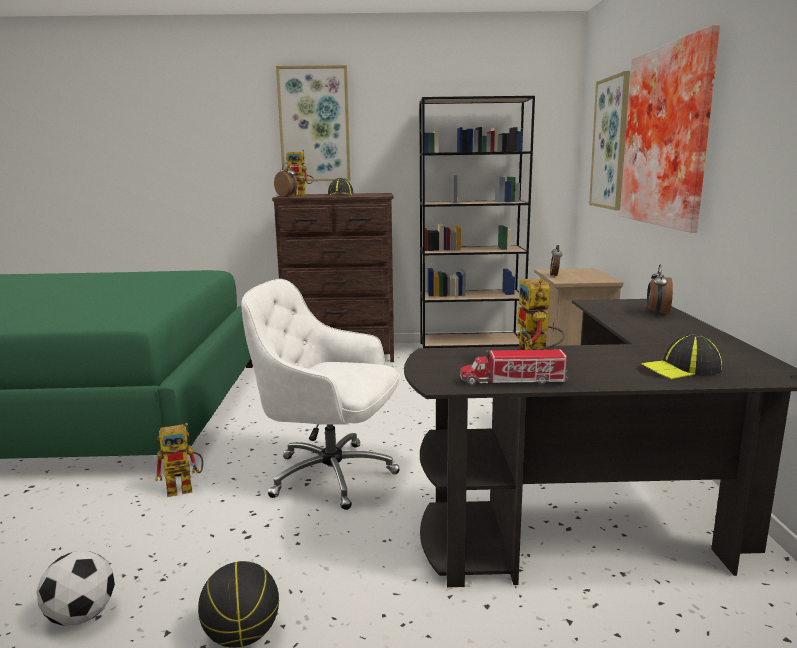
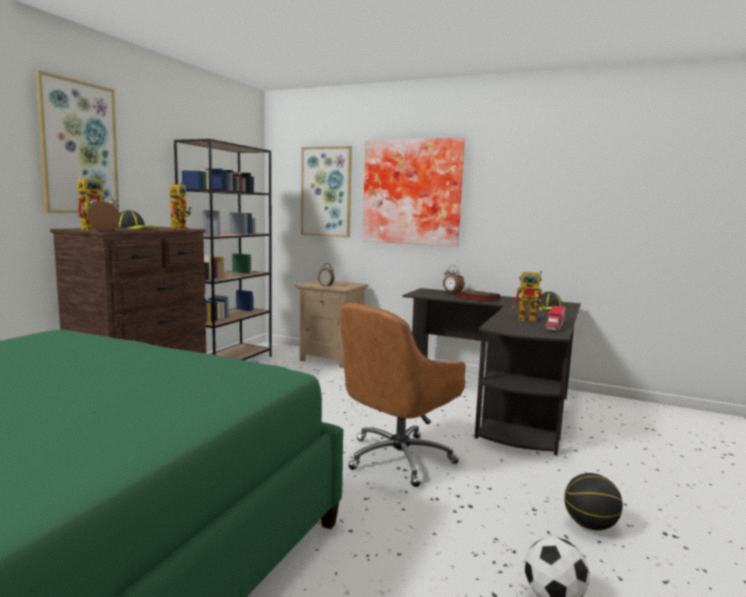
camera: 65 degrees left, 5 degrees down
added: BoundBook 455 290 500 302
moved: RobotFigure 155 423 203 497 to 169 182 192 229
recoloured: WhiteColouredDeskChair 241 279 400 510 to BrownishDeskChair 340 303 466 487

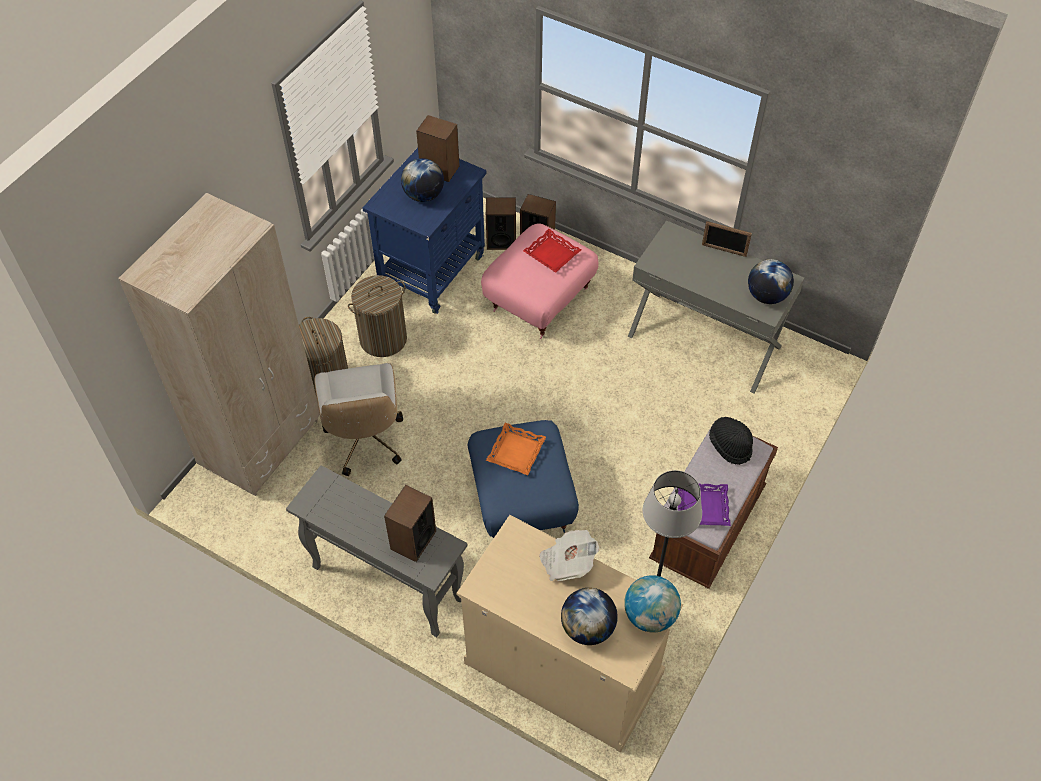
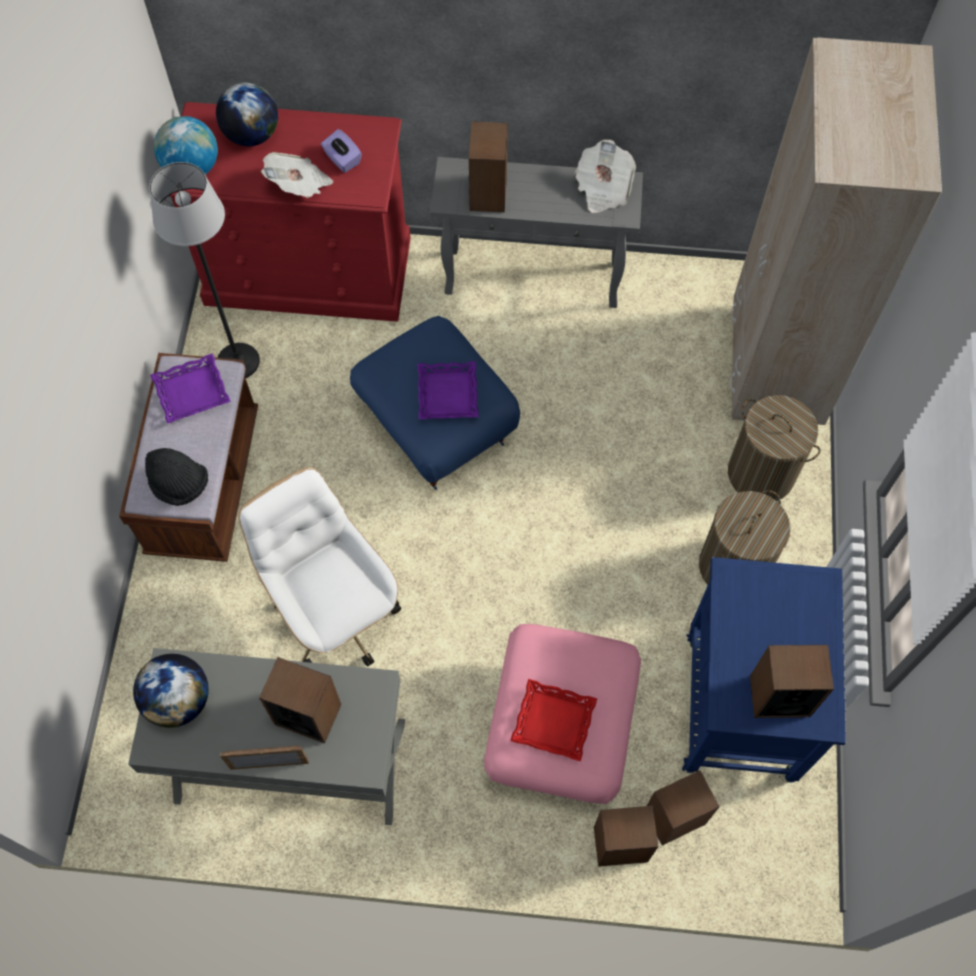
camera: 155 degrees right, 10 degrees up
removed: DeskGlobe 401 158 444 202
added: Speaker 259 657 341 743; PurpleTissueHolder 321 129 362 173; PrintedPaper 575 140 636 213
moved: WhiteColouredDeskChair 314 363 403 476 to 238 467 401 667
recoloured: BeigeColouredChestOfDrawers 456 515 683 753 to ReddishChestOfDrawers 170 102 411 322; OrangeColouredServingTray 486 423 546 475 to PurpleServingTray 418 361 479 419

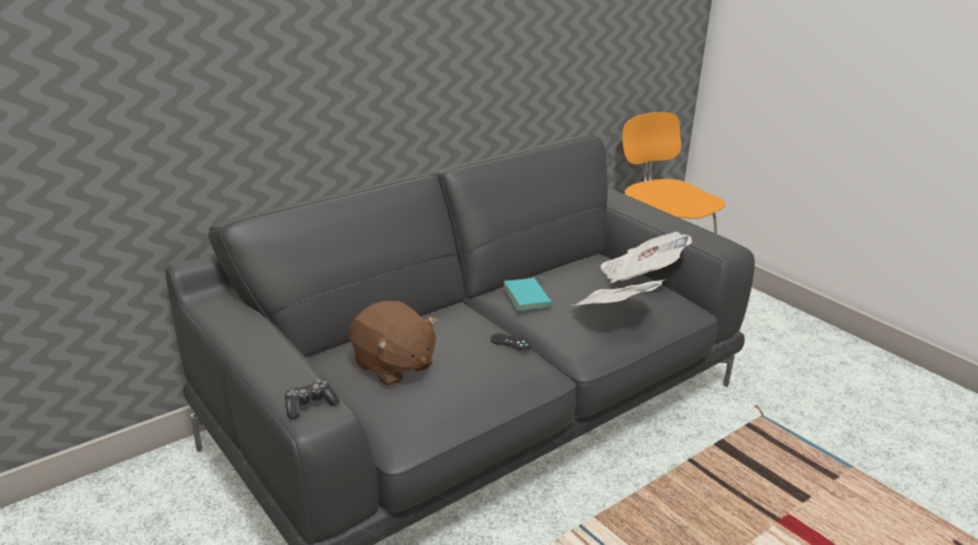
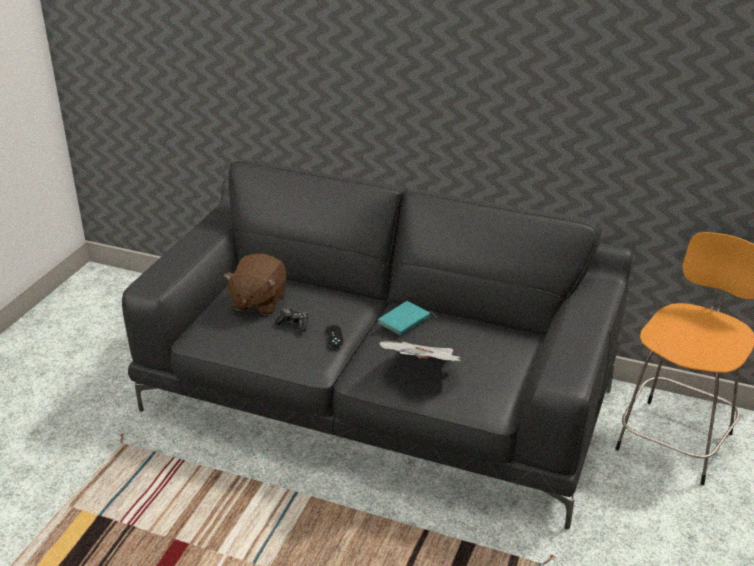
camera: 60 degrees right, 5 degrees up
removed: PrintedPaper 600 232 692 283
moved: Joypad 285 379 340 419 to 275 307 308 332

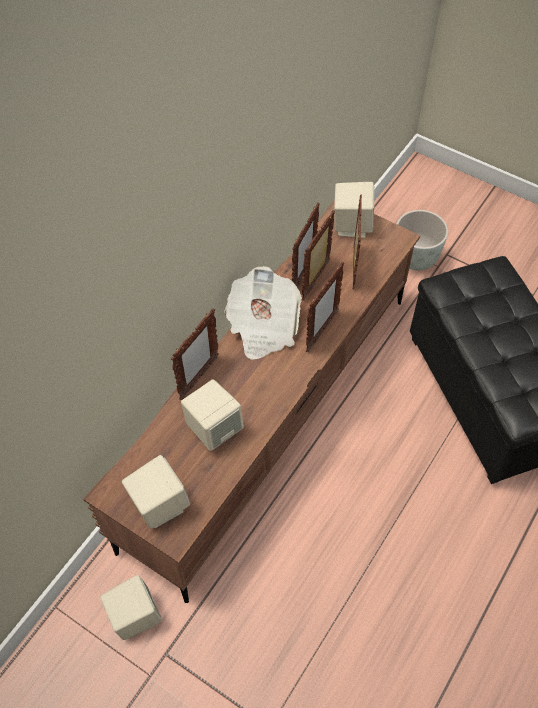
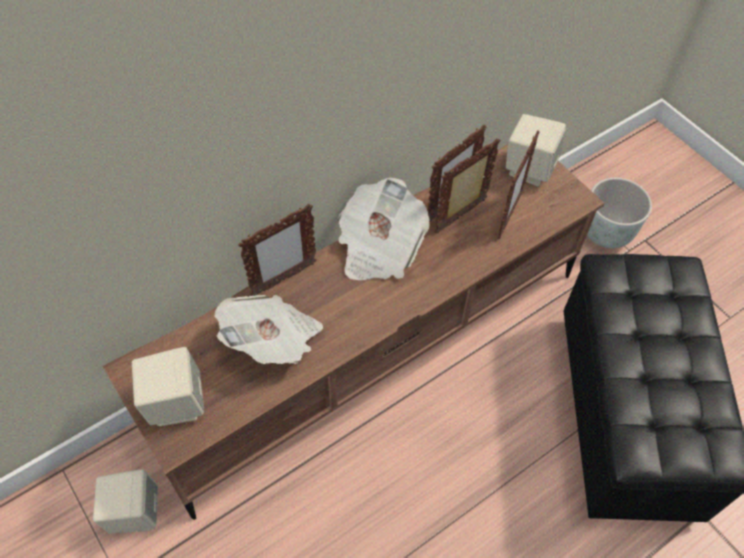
camera: 20 degrees right, 0 degrees up
removed: StandingFrame 306 262 345 352
replaced: BeigeColouredSpeaker 181 379 244 451 to PrintedPaper 214 295 323 364

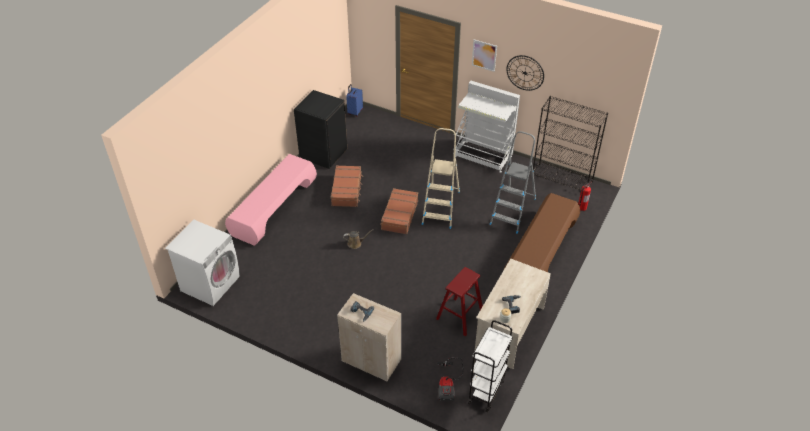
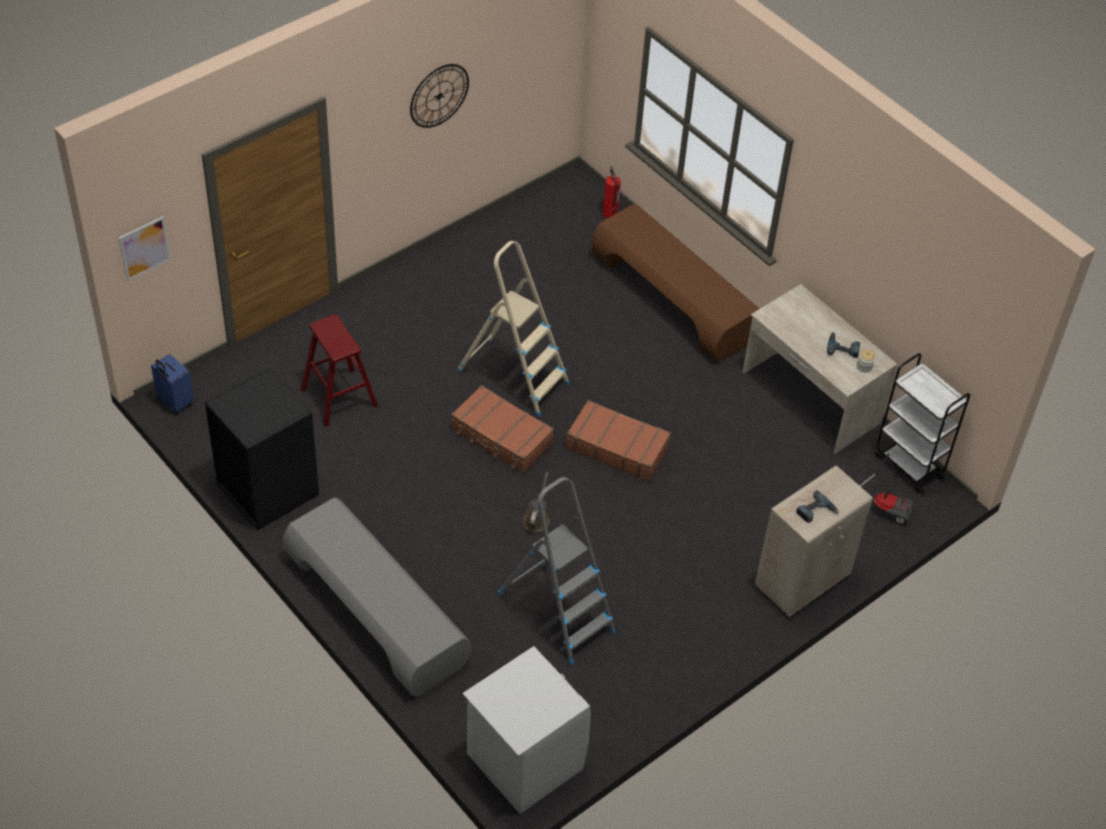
camera: 70 degrees left, 5 degrees up
removed: WhiteColouredShoeShelf 453 81 520 173; BlackBookcase 533 96 608 190
moved: Picture 472 40 497 72 to 119 217 171 281; ReddishStoolSeat 436 267 483 336 to 301 314 378 427; GrayStepLadder 490 131 536 234 to 498 477 616 664; BrownishPieceOfLuggage 331 165 363 207 to 566 400 671 481
recoloured: PinkishLongSeat 225 154 317 246 to GrayLongSeat 282 498 471 697

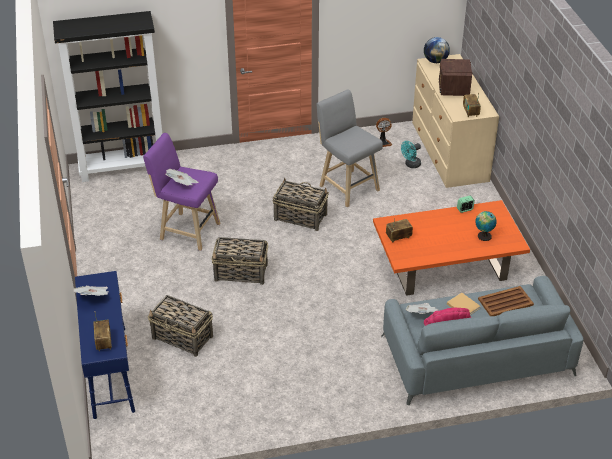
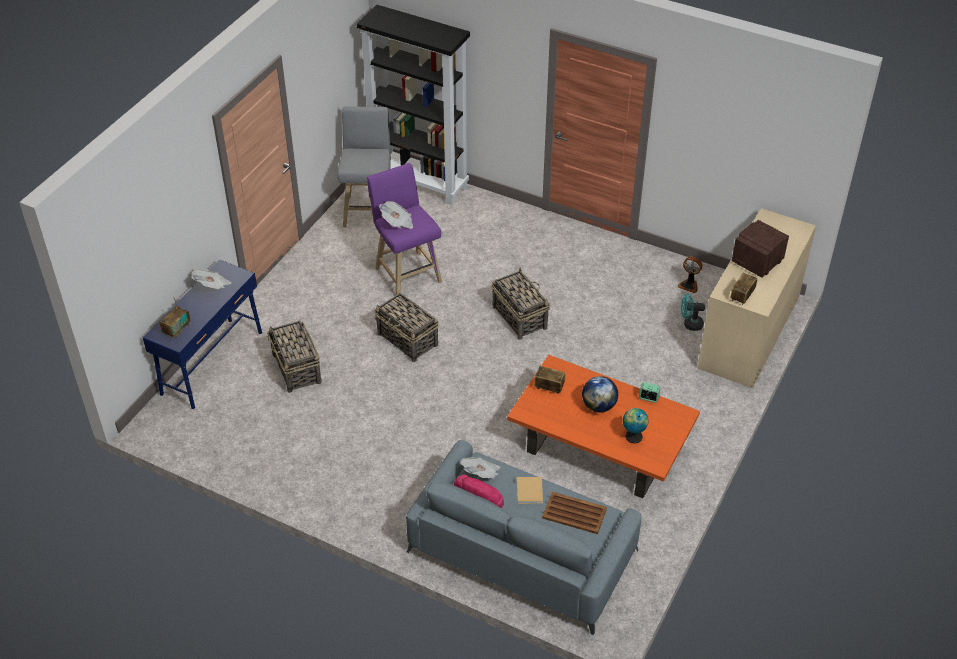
camera: 40 degrees right, 5 degrees up
moved: GrayStoolSeat 317 89 383 207 to 338 106 391 227; DeskGlobe 424 37 450 63 to 582 376 618 412

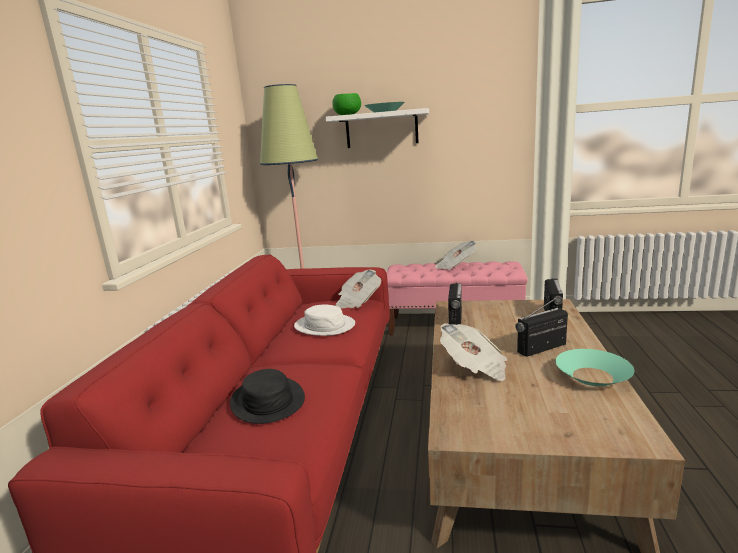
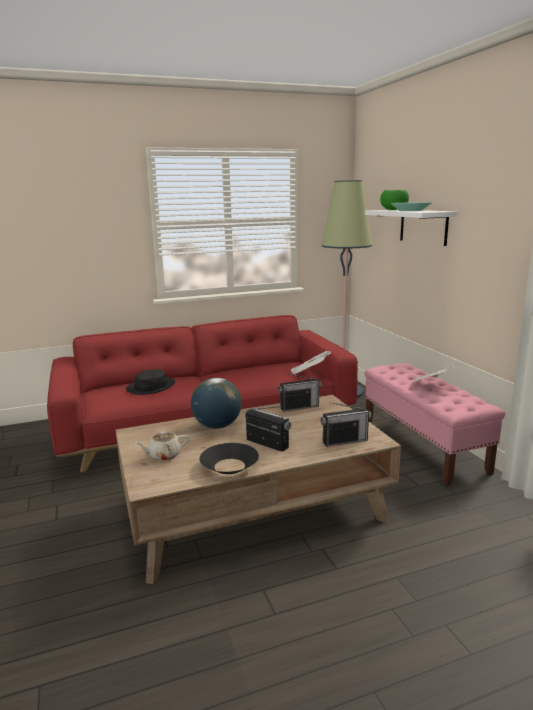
camera: 60 degrees right, 0 degrees up
removed: WhiteColouredHat 294 305 355 336
added: BeigeColouredTeaPot 135 431 188 461
replaced: PrintedPaper 440 323 507 381 to DeskGlobe 191 378 242 429
recoloured: BlueGreenServingBowl 555 349 635 386 to BlackServingBowl 200 443 259 474

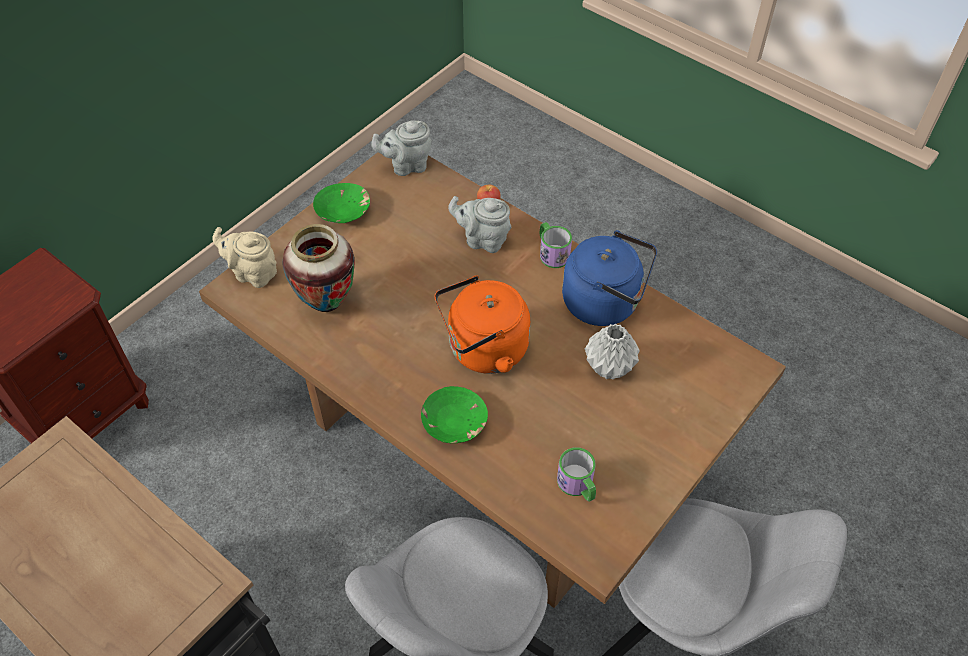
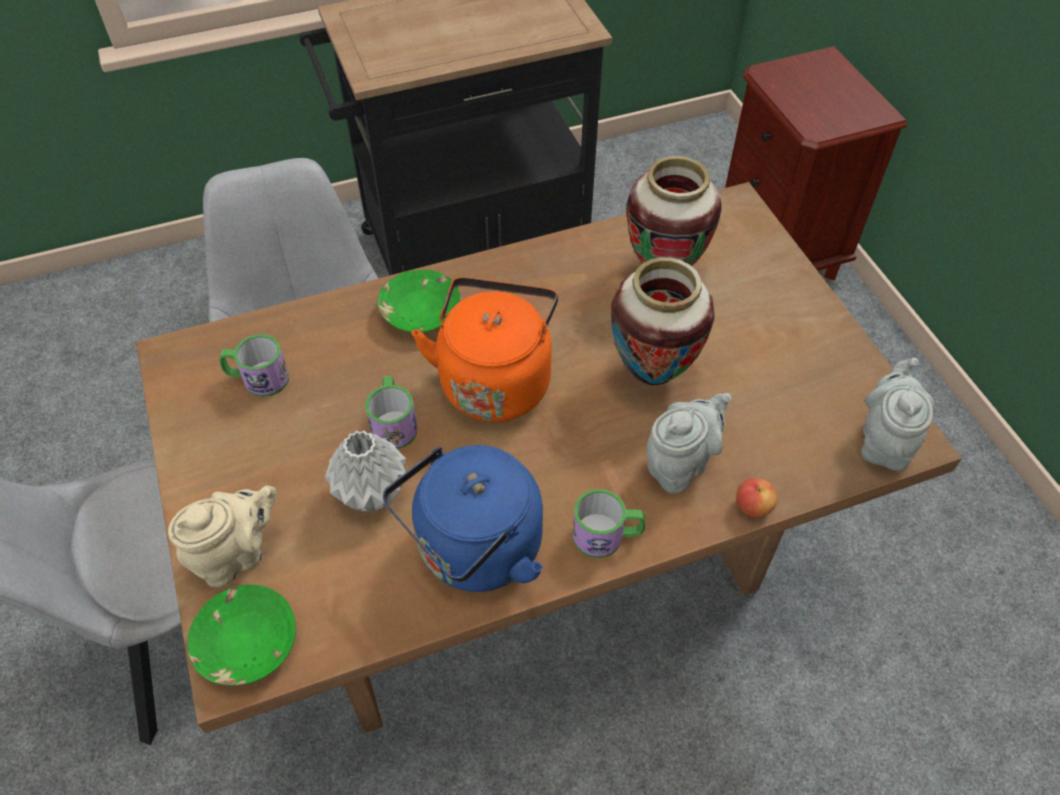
camera: 120 degrees right, 0 degrees up
added: TeaMug 365 376 418 449; FlowerVase 611 257 715 385
moved: BeigeColouredTeaPot 212 227 277 288 to 168 485 277 587; GreenishServingBowl 313 183 370 223 to 187 584 296 686

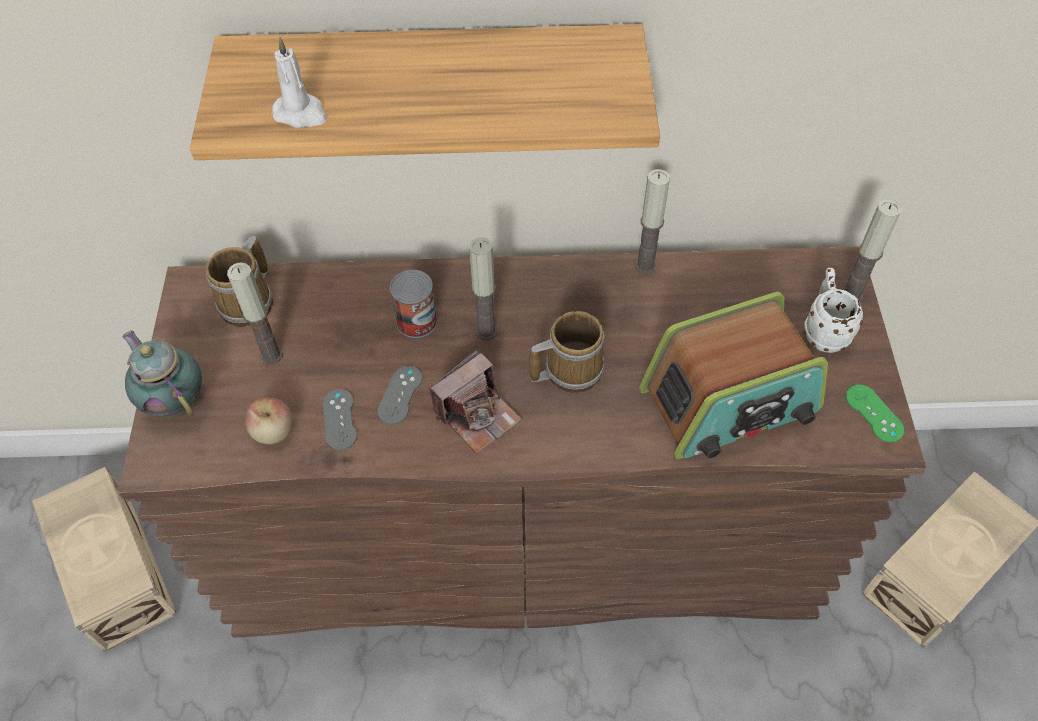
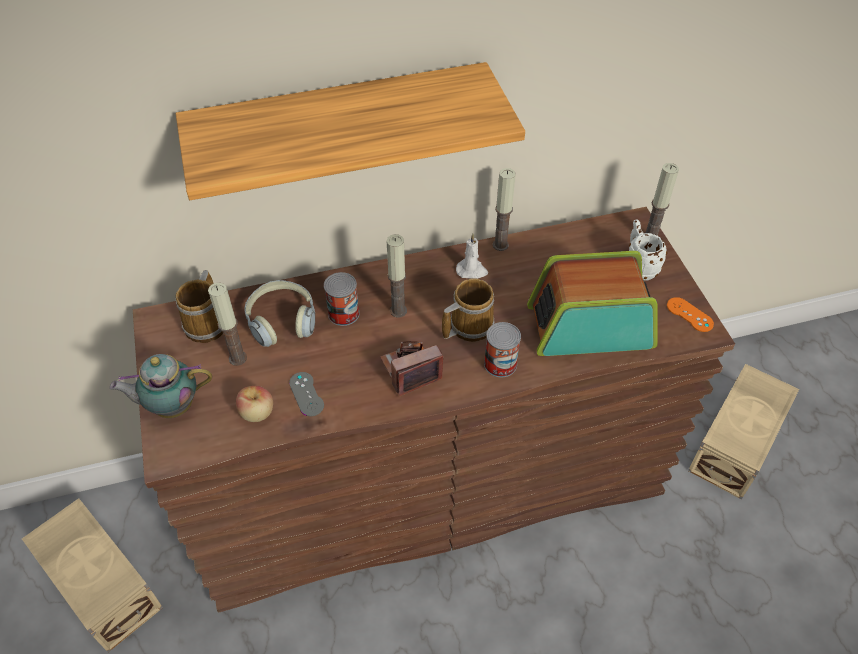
camera: 15 degrees left, 5 degrees down
removed: GrayJoypad 377 366 423 425
added: Headphones 244 280 315 347; SealedCan 484 322 521 378
moved: WhiteColouredCandle 272 36 327 128 to 456 234 488 279
recoloured: GreenishJoypad 846 384 904 442 to OrangeColouredJoypad 667 297 714 332
turned: TeaPot 122 330 202 420 = 110 354 212 418 45 degrees counterclockwise; StillCamera 429 350 522 454 = 380 341 443 397 150 degrees counterclockwise; RadioSet 639 292 828 459 = 527 251 658 356 150 degrees counterclockwise

